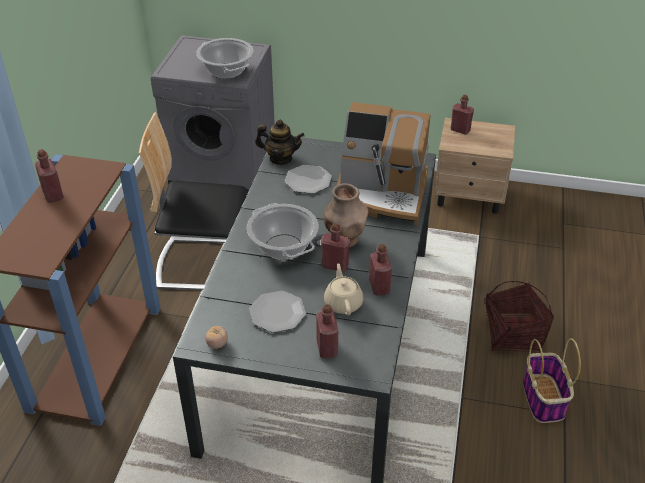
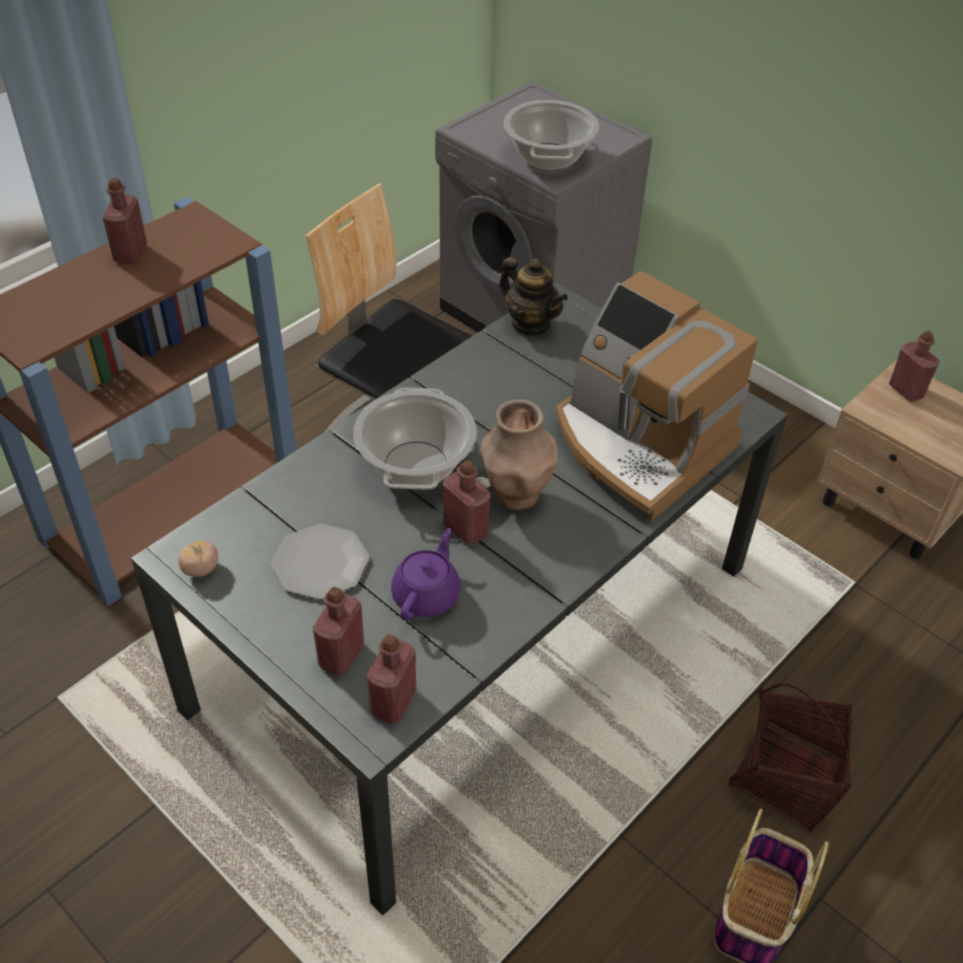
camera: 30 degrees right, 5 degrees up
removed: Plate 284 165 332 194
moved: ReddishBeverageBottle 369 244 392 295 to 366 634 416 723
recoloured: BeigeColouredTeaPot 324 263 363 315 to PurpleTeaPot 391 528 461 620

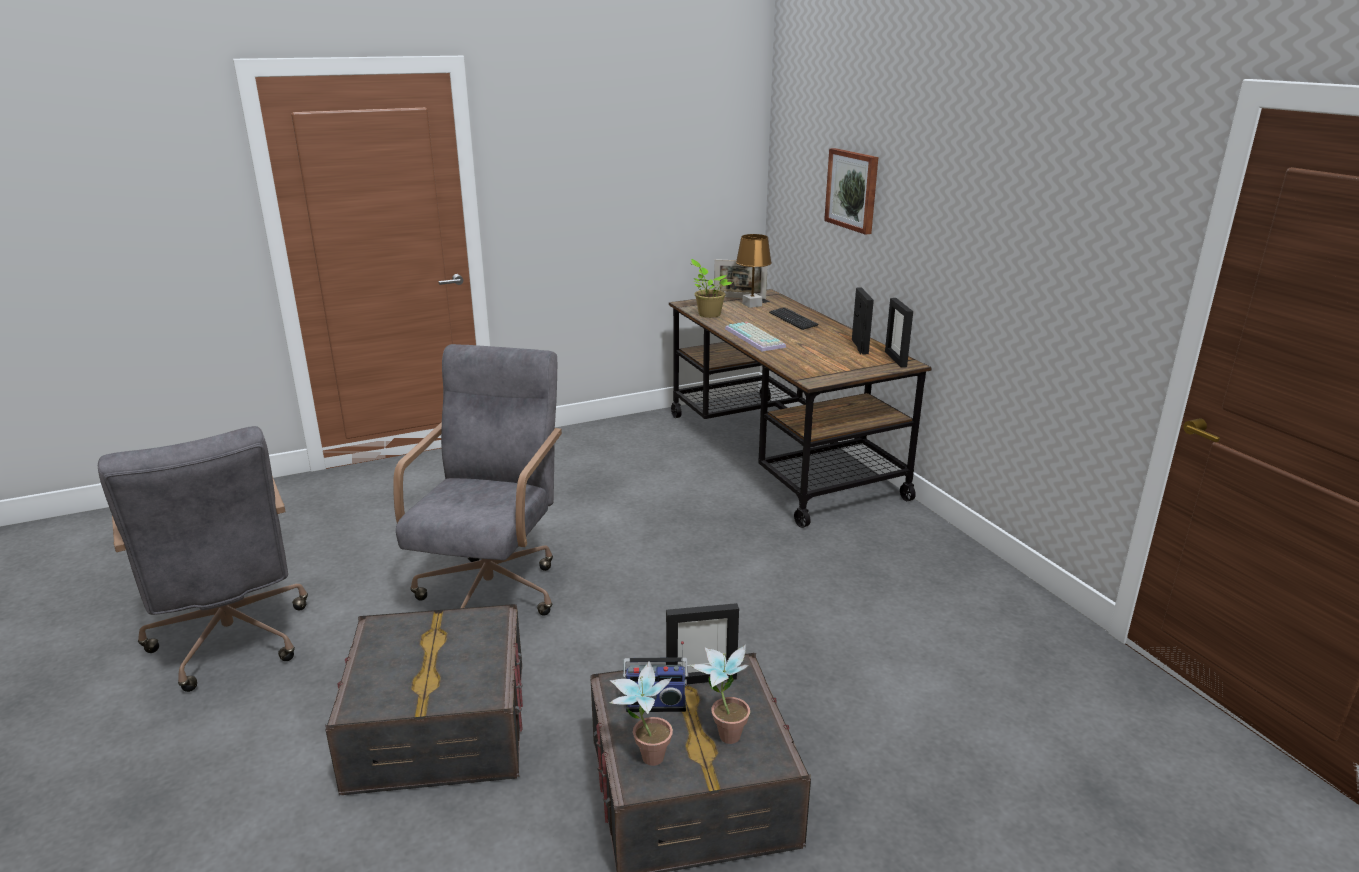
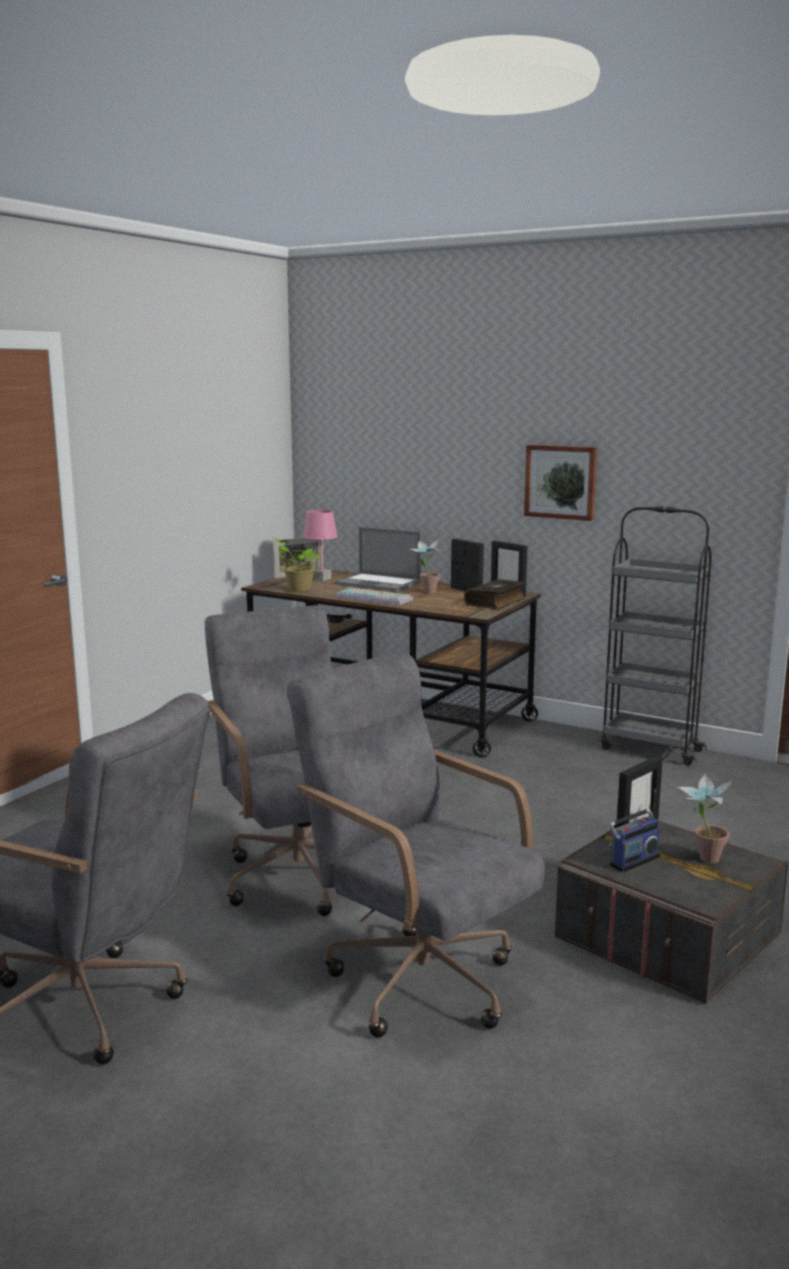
camera: 35 degrees left, 10 degrees down
added: BoundBook 464 579 526 609; GrayTrolley 600 506 712 765
moved: PlantInAPot 610 661 673 766 to 409 540 441 594; Picture 824 148 878 235 to 524 445 597 521
replaced: GrayStorageBox 325 604 523 795 to GrayDeskChair 287 652 545 1038; Keyboard 769 307 819 330 to PortableComputer 334 527 421 591
recoloured: BrownishLampForATable 736 234 772 308 to PinkishLampForATable 303 510 338 581

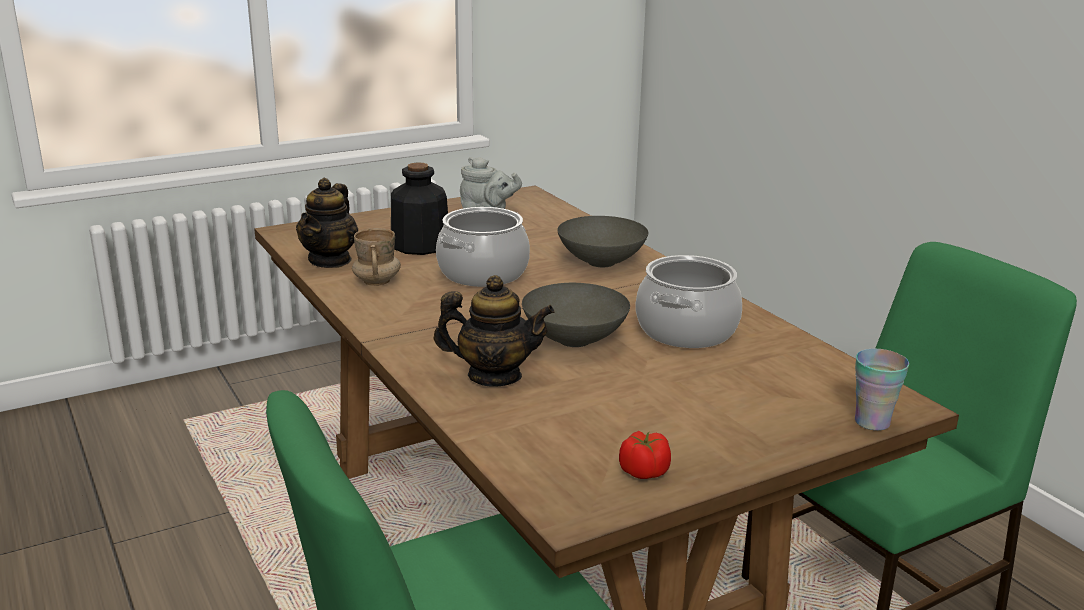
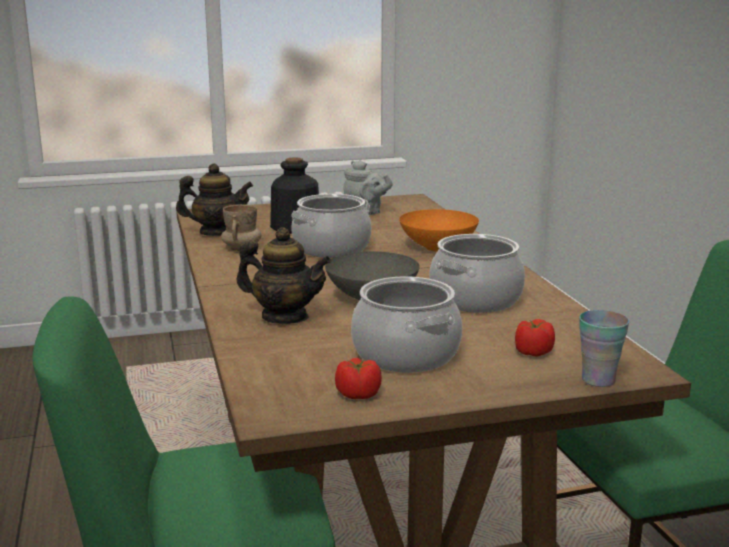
camera: 15 degrees right, 5 degrees down
added: Saucepot 351 277 462 373; Tomato 515 319 555 357
recoloured: GrayServingBowl 557 216 648 267 to OrangeColouredServingBowl 399 209 479 252
turned: TeaPot 296 178 358 268 = 176 163 253 236 120 degrees counterclockwise

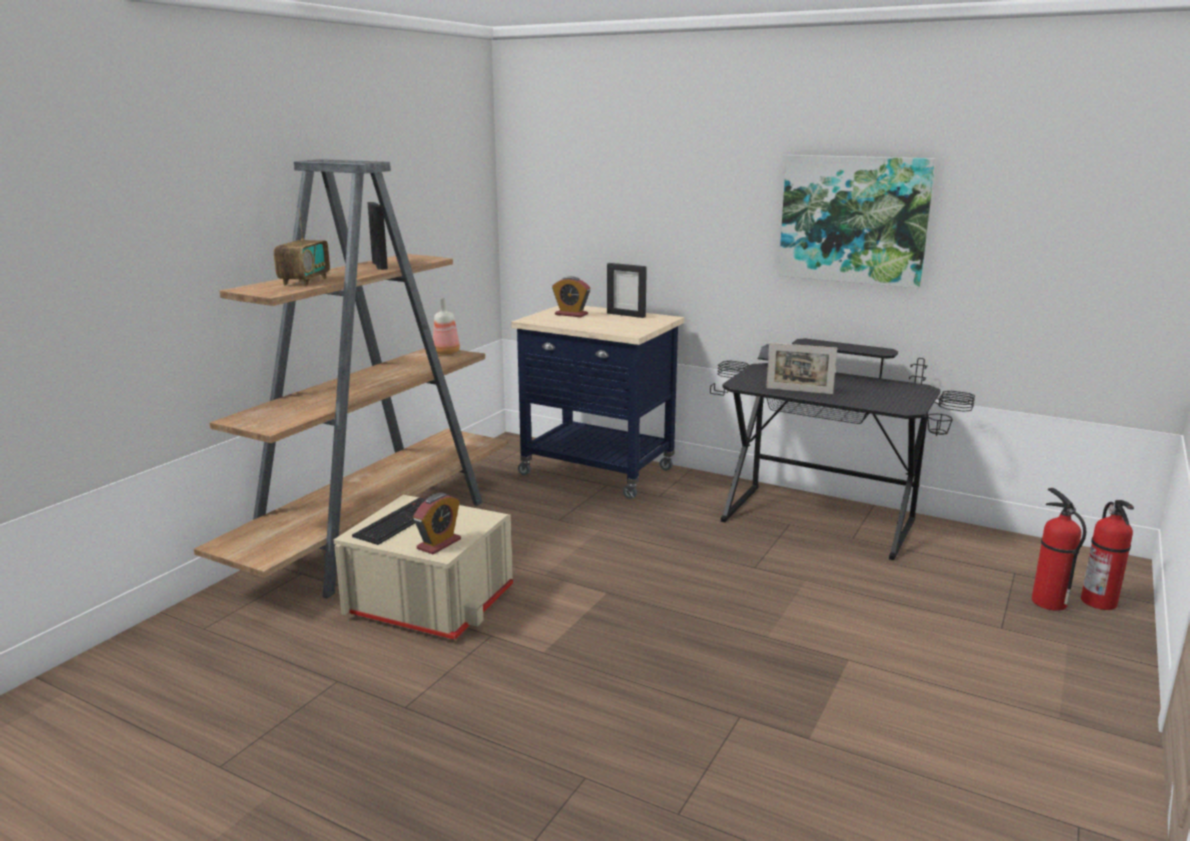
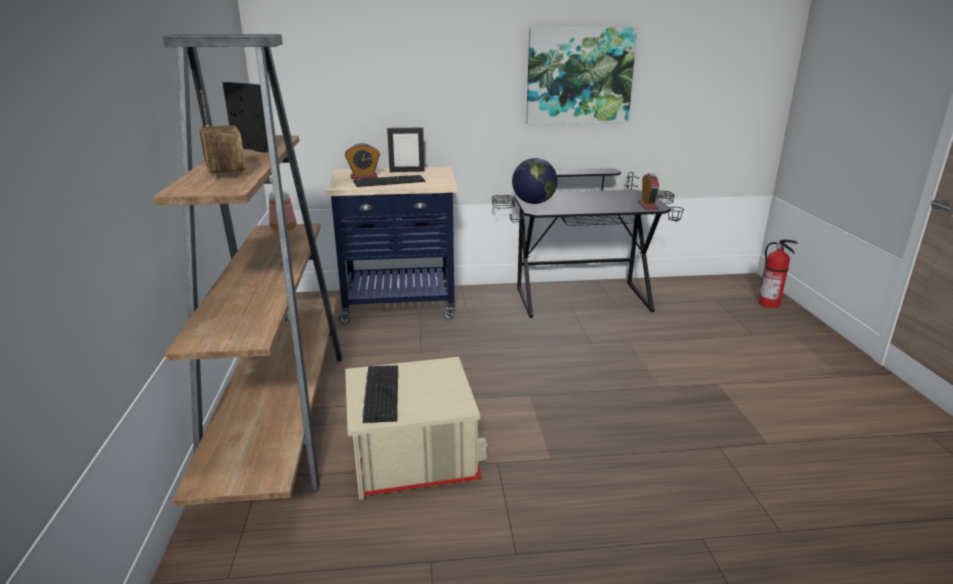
camera: 35 degrees left, 5 degrees up
removed: StandingFrame 766 343 837 394; Extinguisher 1032 488 1086 611
added: Keyboard 353 175 426 187; DeskGlobe 512 158 557 204
moved: AlarmClock 413 493 461 554 to 638 173 659 209

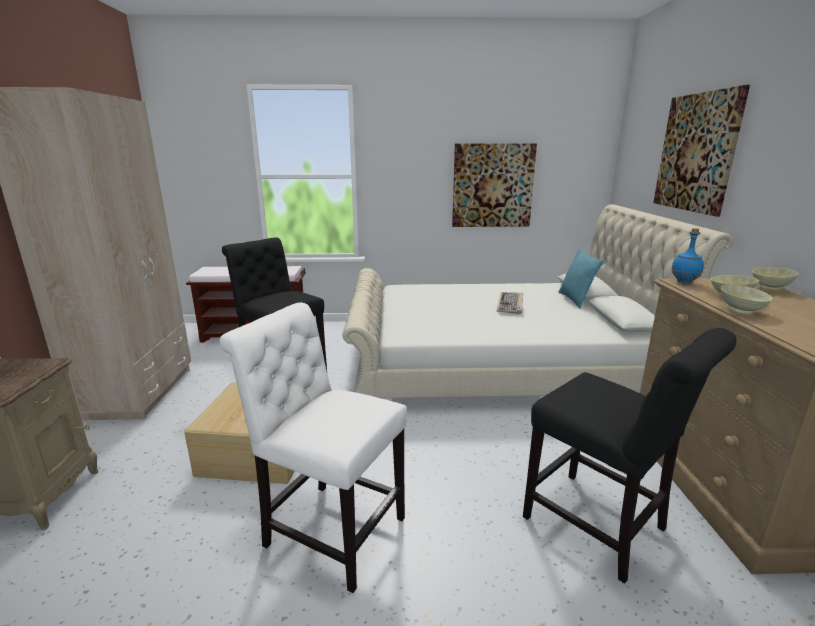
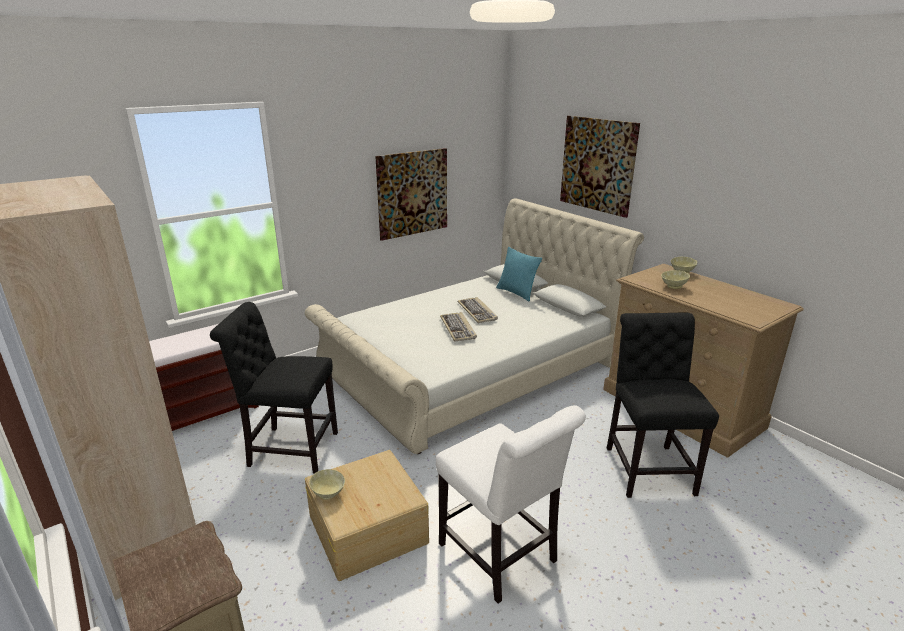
camera: 35 degrees left, 5 degrees up
removed: BluishBeverageBottle 671 228 704 284
added: Keyboard 440 312 477 342
moved: BeigeColouredServingBowl 721 285 773 314 to 309 469 345 500
turned: WhiteColouredPlainChair 219 303 407 593 = 436 405 586 603 120 degrees counterclockwise; BlackPlainChair 523 328 736 584 = 607 313 719 498 105 degrees counterclockwise

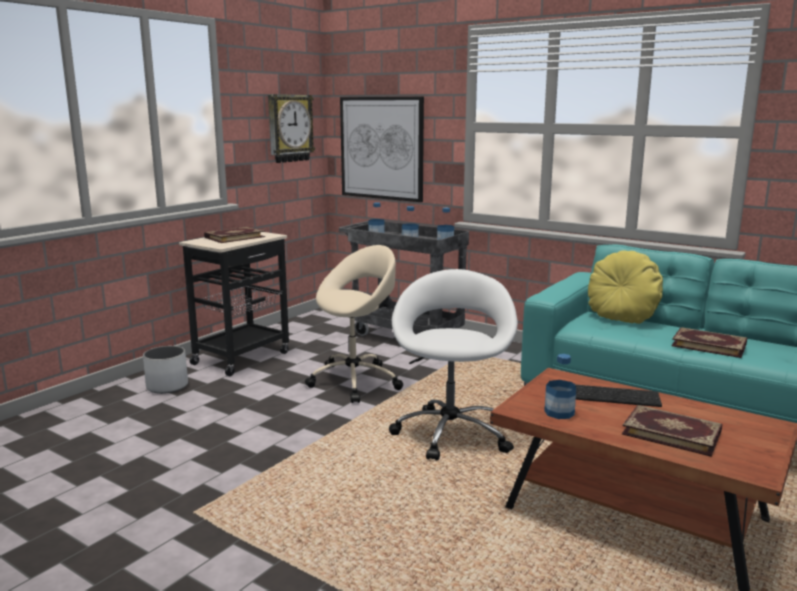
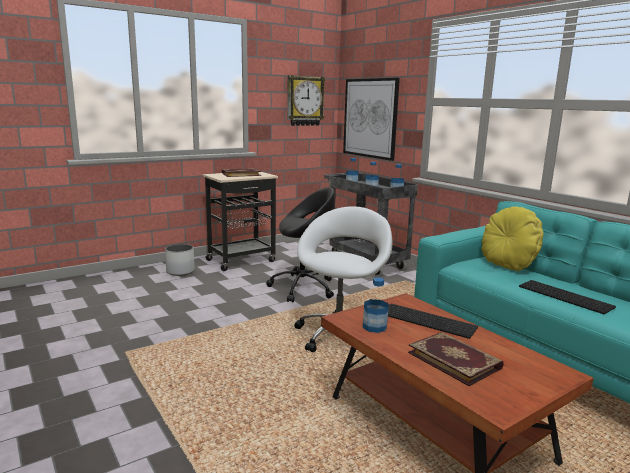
camera: 20 degrees right, 0 degrees up
replaced: BoundBook 672 327 747 358 to Keyboard 519 280 616 314
recoloured: BeigeColouredDeskChair 305 245 403 403 to BlackDeskChair 266 187 335 302

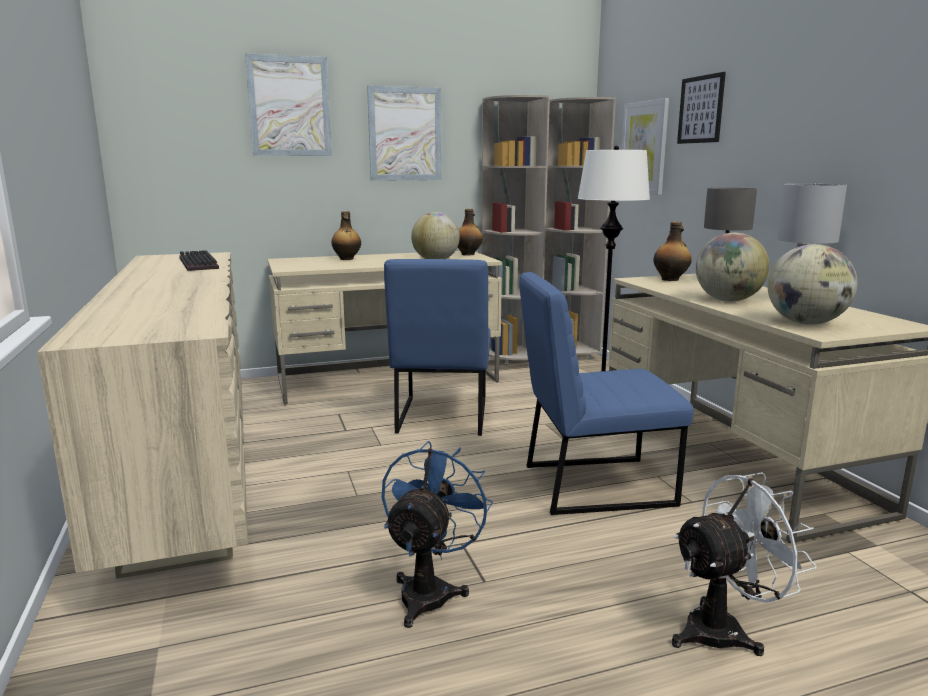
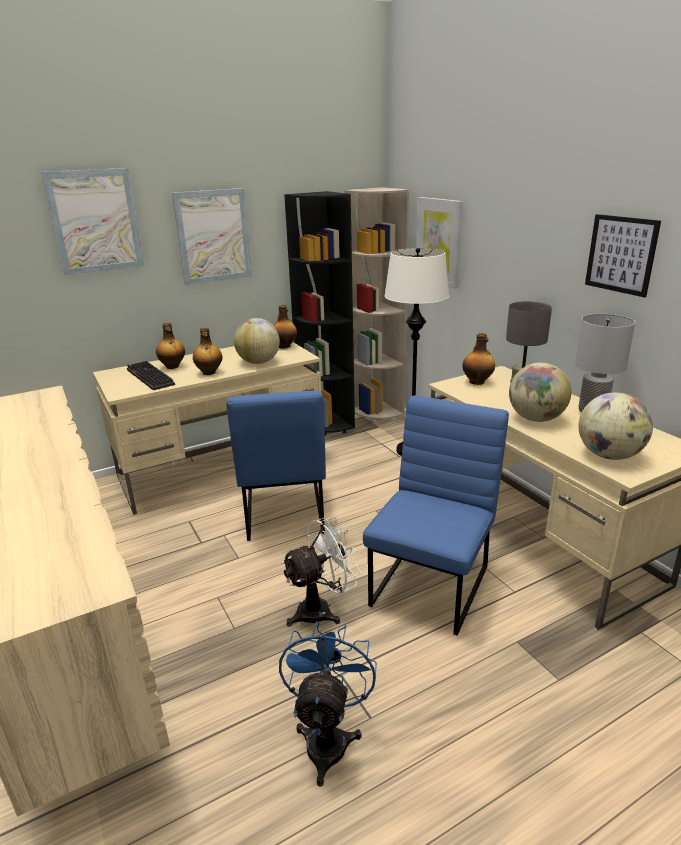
camera: 10 degrees left, 10 degrees up
added: BeverageBottle 193 327 222 375
moved: Keyboard 179 250 219 271 to 127 361 175 390; WhiteColouredElectricFan 672 472 817 656 to 281 517 361 626; Picture 677 72 726 144 to 585 214 661 298
recoloured: BeigeColouredBookcase 481 95 550 365 to BlackBookcase 284 191 355 435
turned: BluishPlainChair 519 272 694 515 = 363 395 509 636 135 degrees clockwise

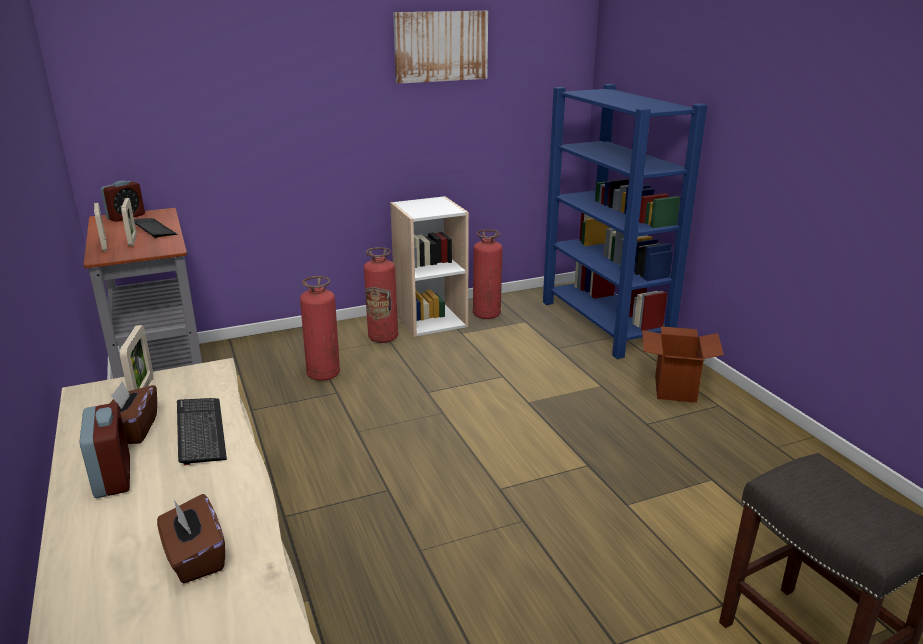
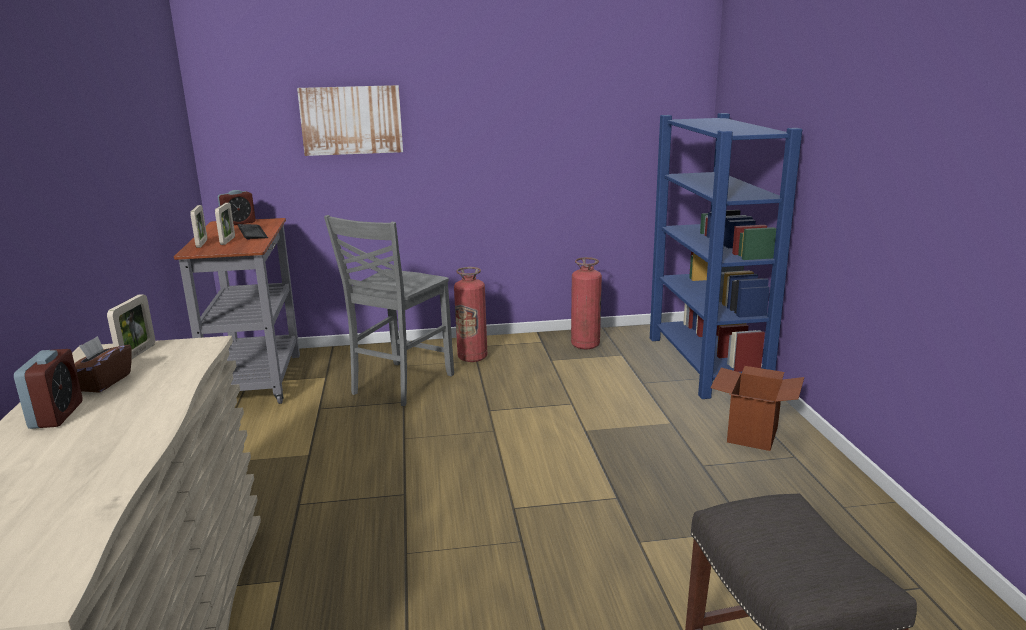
camera: 15 degrees right, 5 degrees down
removed: BrownishTissueHolder 157 494 225 584; Keyboard 177 398 227 466; Bookcase 390 196 469 337
moved: Picture 393 11 488 84 to 297 85 403 156
replaced: Extinguisher 300 276 340 381 to GrayPlainChair 324 215 454 406

